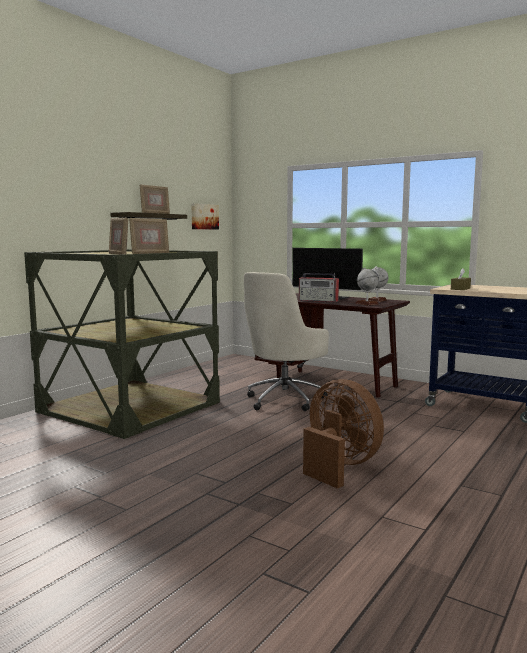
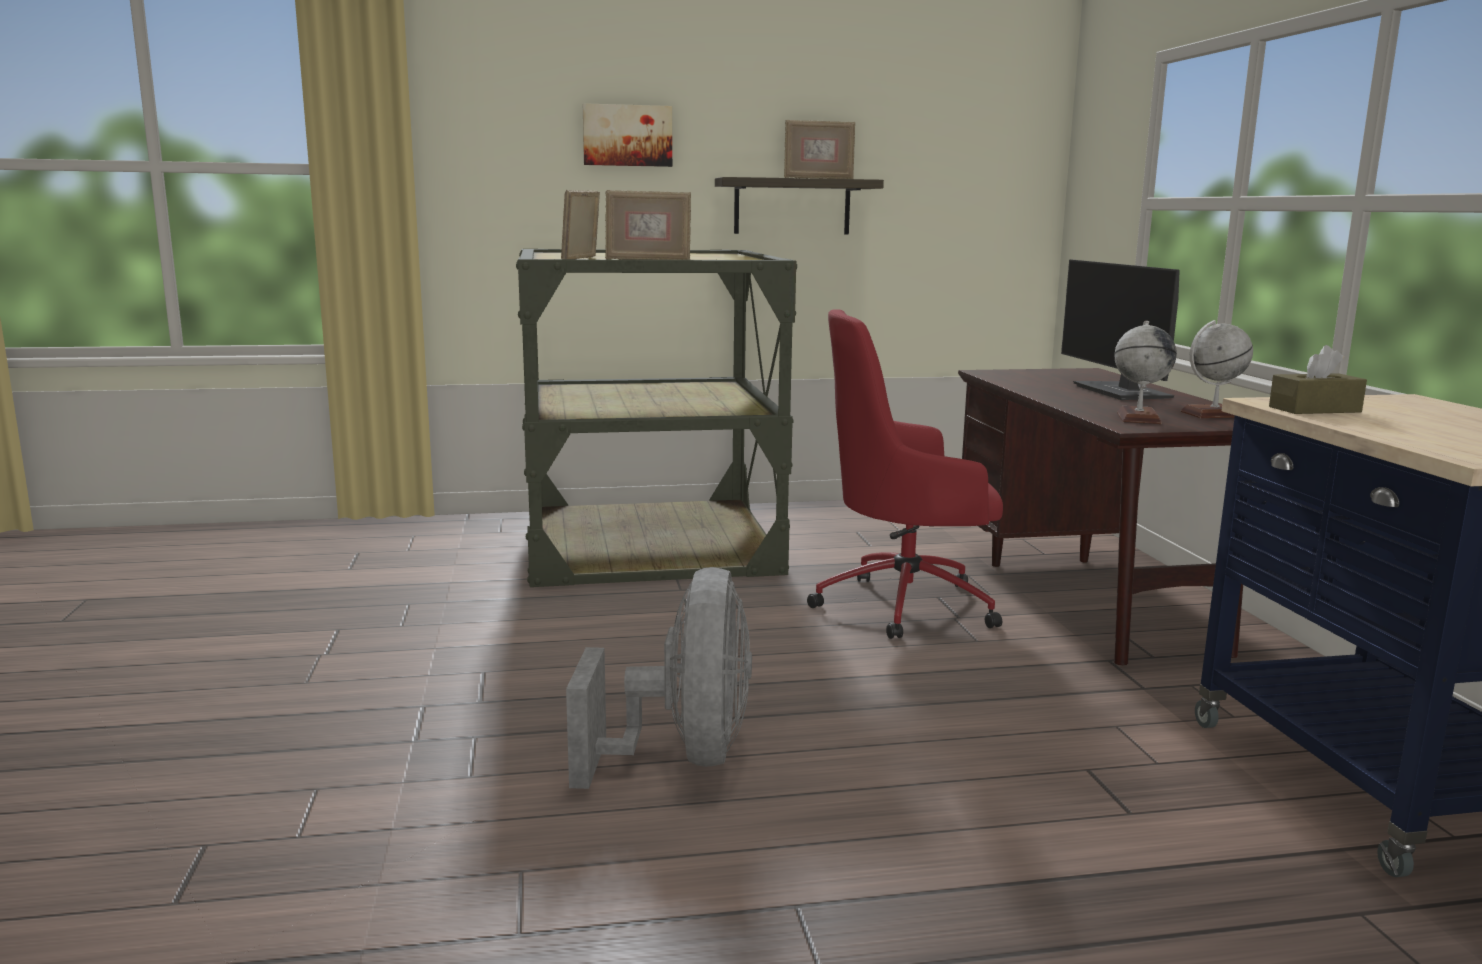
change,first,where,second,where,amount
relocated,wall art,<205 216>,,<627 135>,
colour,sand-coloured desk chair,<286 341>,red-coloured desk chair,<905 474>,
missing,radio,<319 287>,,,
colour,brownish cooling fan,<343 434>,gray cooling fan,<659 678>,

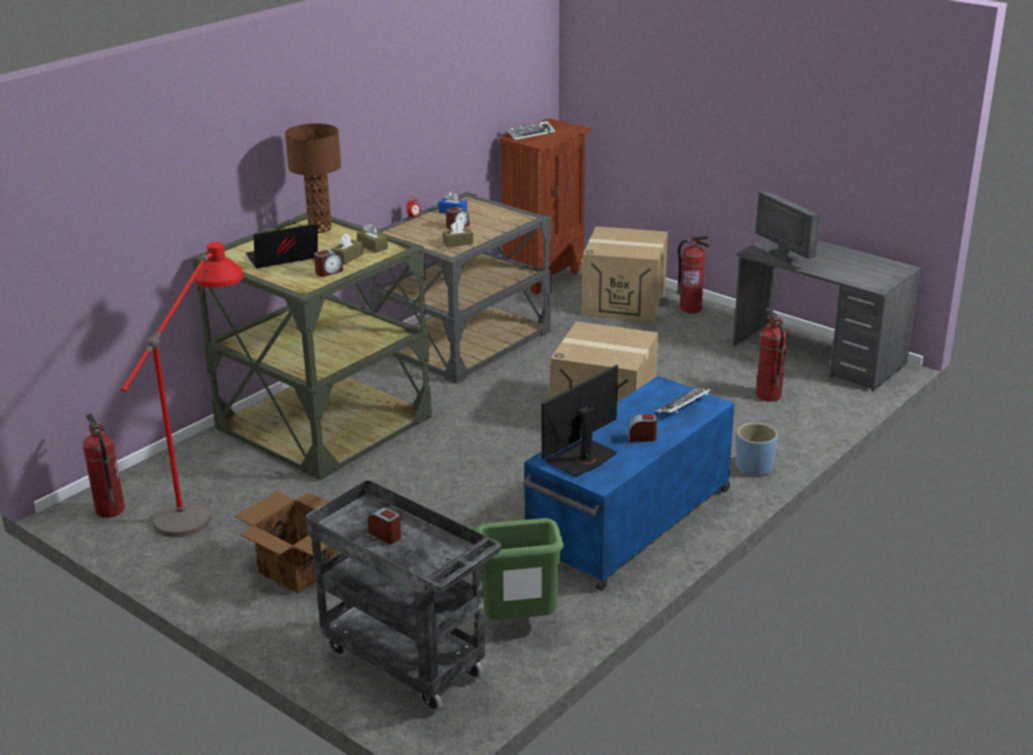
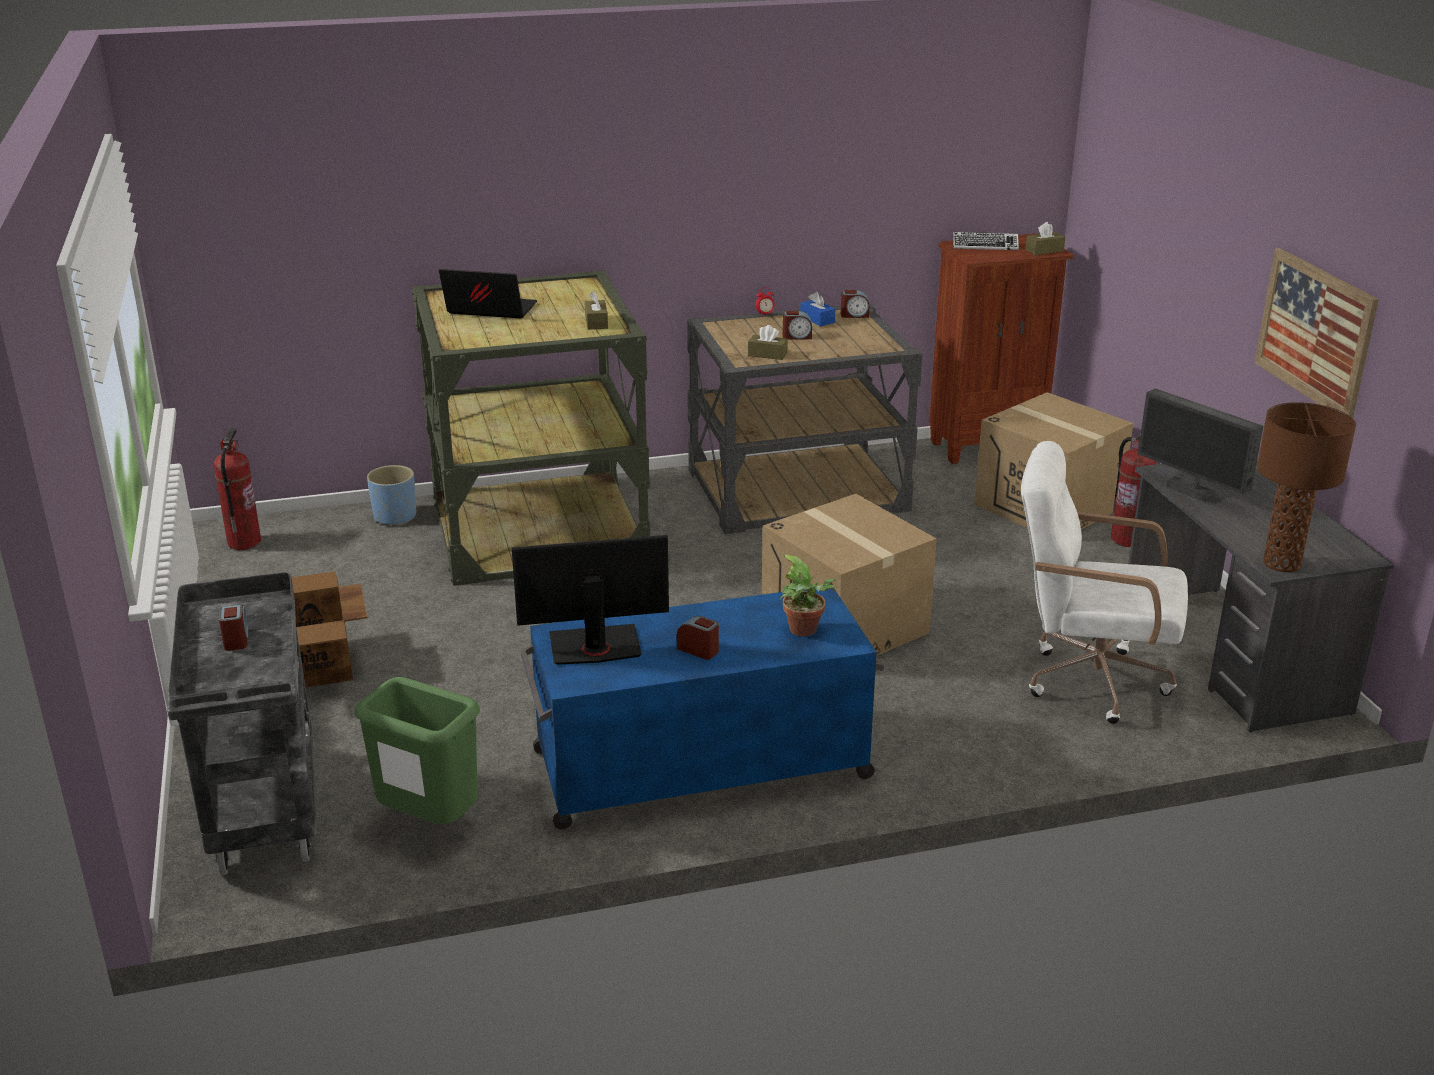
change,first,where,second,where,amount
relocated,brownish table lamp,<313 178>,,<1306 487>,
spun,monitor,<788 227>,,<1200 445>,135 degrees clockwise
relocated,brownish tissue holder,<347 249>,,<1045 238>,
missing,red-coloured floor lamp,<182 389>,,,
relocated,alarm clock,<328 263>,,<855 304>,
exchanged,extinguisher,<771 355>,white desk chair,<1104 582>,
exchanged,PC keyboard,<682 401>,plant in a pot,<808 595>,
relocated,blue-coloured plant pot,<757 449>,,<391 495>,
appeared,,,wall art,<1317 333>,

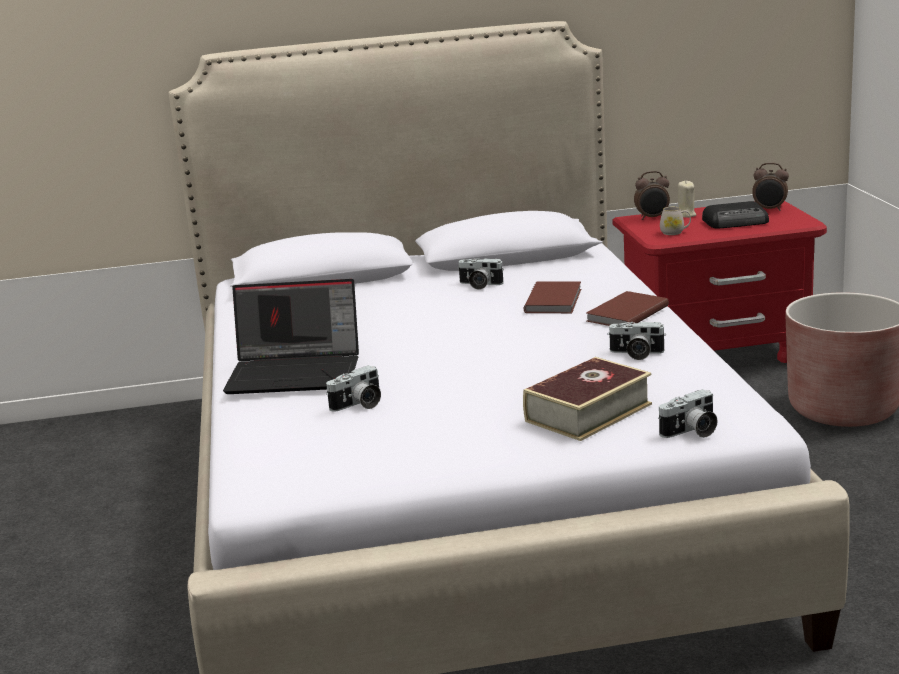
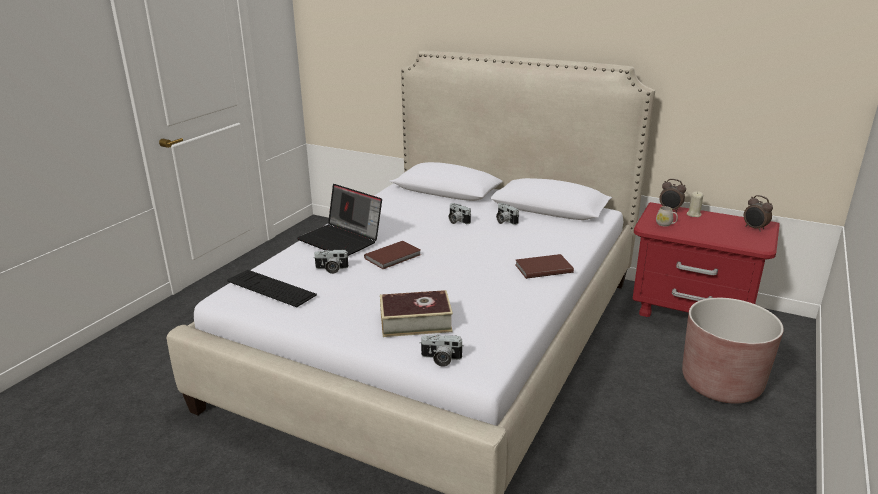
change,first,where,second,where,amount
missing,radio,<735 215>,,,
relocated,brownish volume,<552 297>,,<392 255>,
relocated,photo camera,<636 341>,,<460 213>,
appeared,,,PC keyboard,<272 288>,

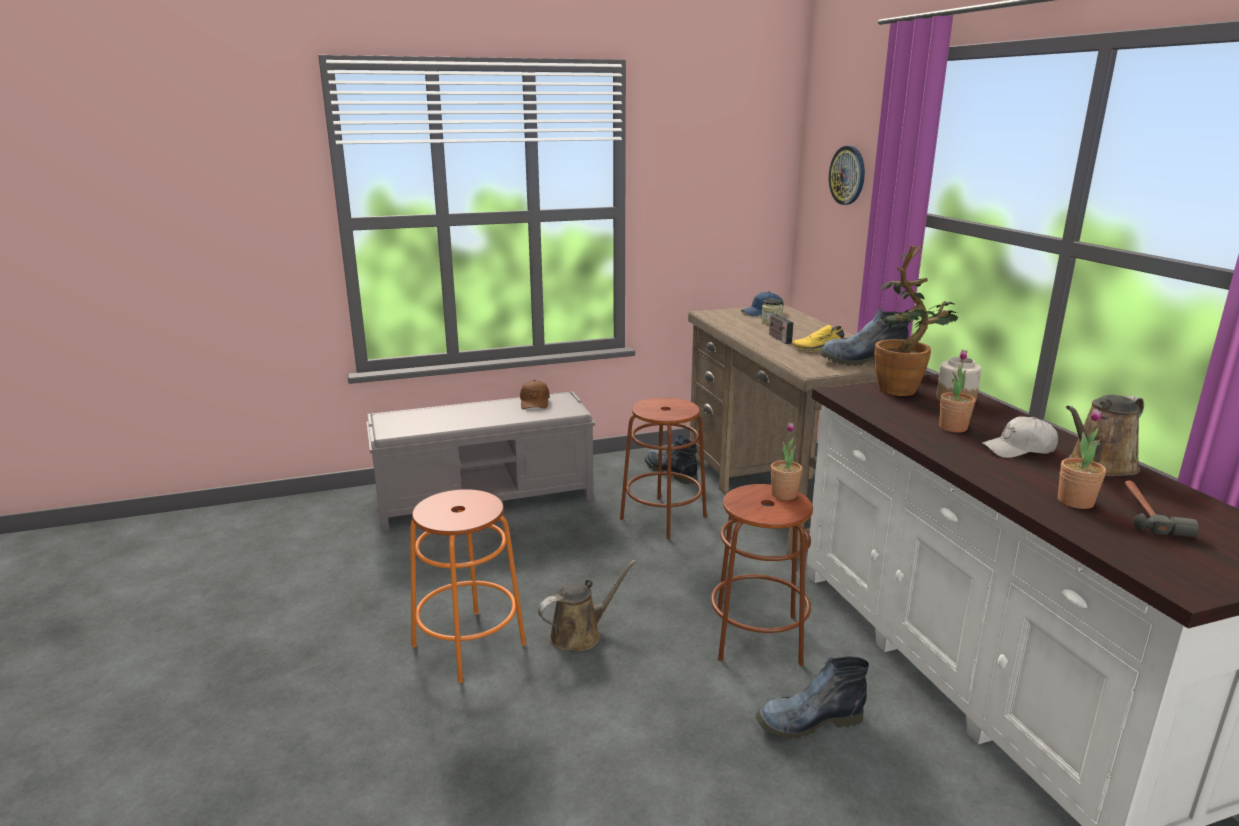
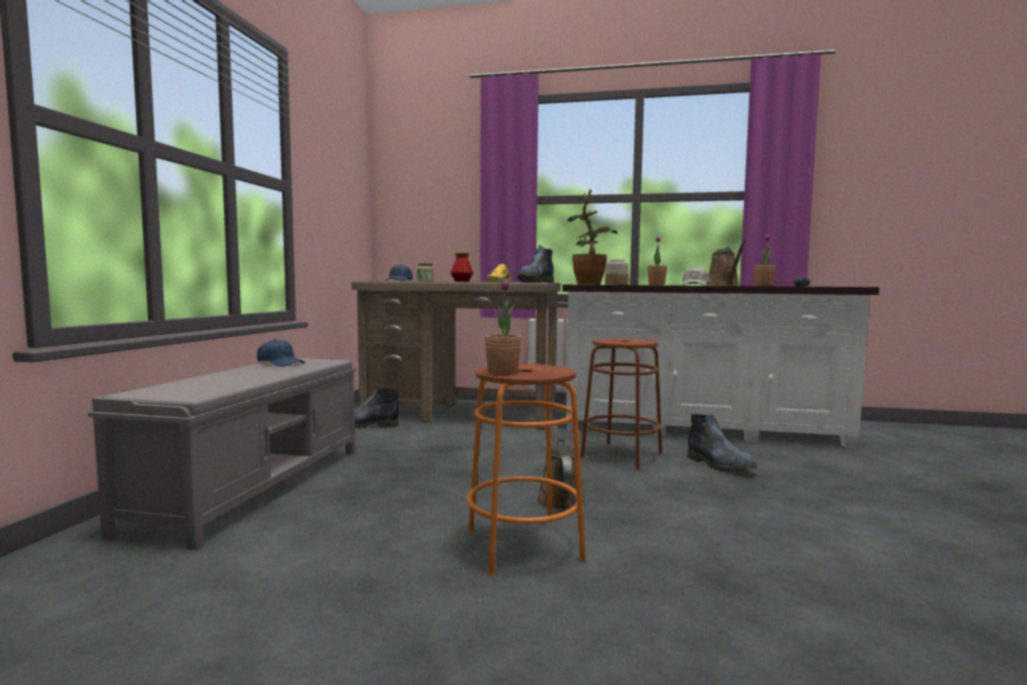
change,first,where,second,where,amount
missing,hanging clock,<847 175>,,,
exchanged,radio,<781 325>,drink bottle,<461 266>,
colour,brownish baseball cap,<534 394>,blue-coloured baseball cap,<281 353>,
missing,brownish stool seat,<663 468>,,,
relocated,plant in a pot,<786 461>,,<503 327>,
spun,tall boot,<812 697>,,<722 443>,45 degrees counterclockwise

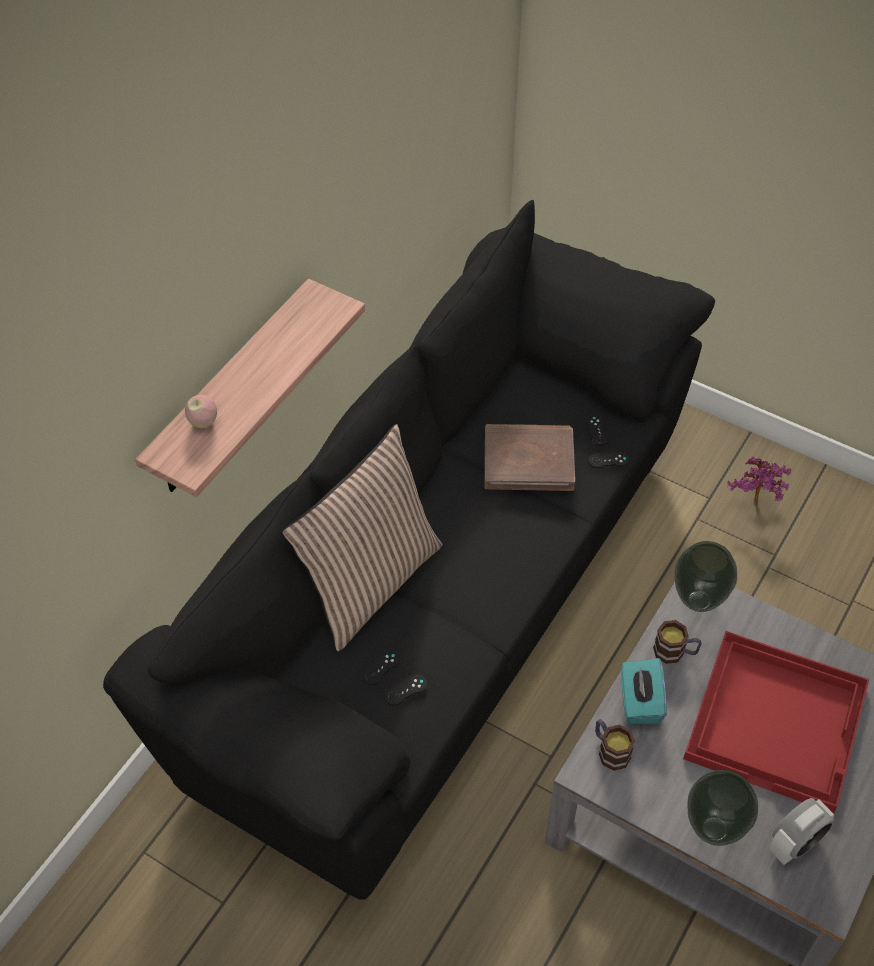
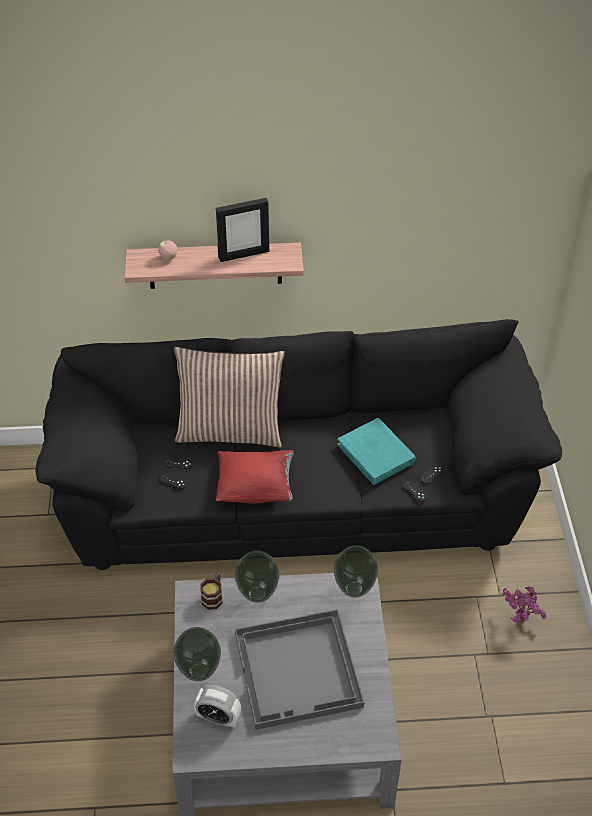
change,first,where,second,where,amount
colour,brownish volume,<530 457>,blue-green volume,<376 451>,
missing,coffee mug,<677 642>,,,
colour,red-coloured serving tray,<776 722>,gray serving tray,<300 669>,
exchanged,blue-green tissue holder,<644 691>,flower vase,<257 576>,
appeared,,,standing frame,<242 230>,
appeared,,,red-coloured cushion,<255 476>,

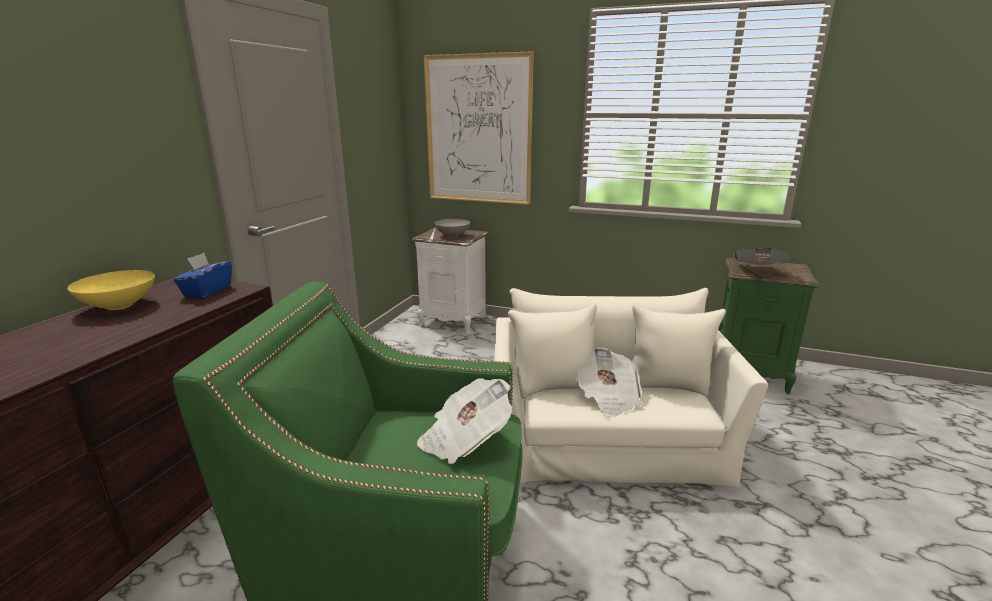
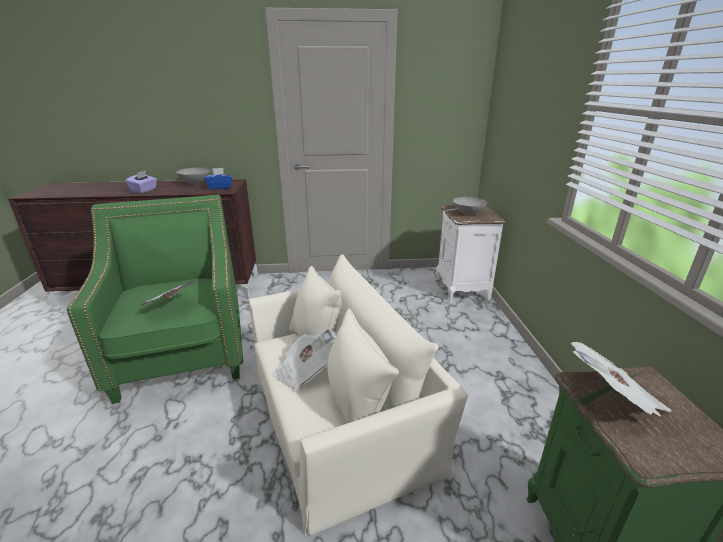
change,first,where,second,where,amount
missing,wall art,<479 128>,,,
colour,yellow-coloured bowl,<111 290>,gray bowl,<193 176>,
appeared,,,purple-coloured tissue holder,<141 181>,

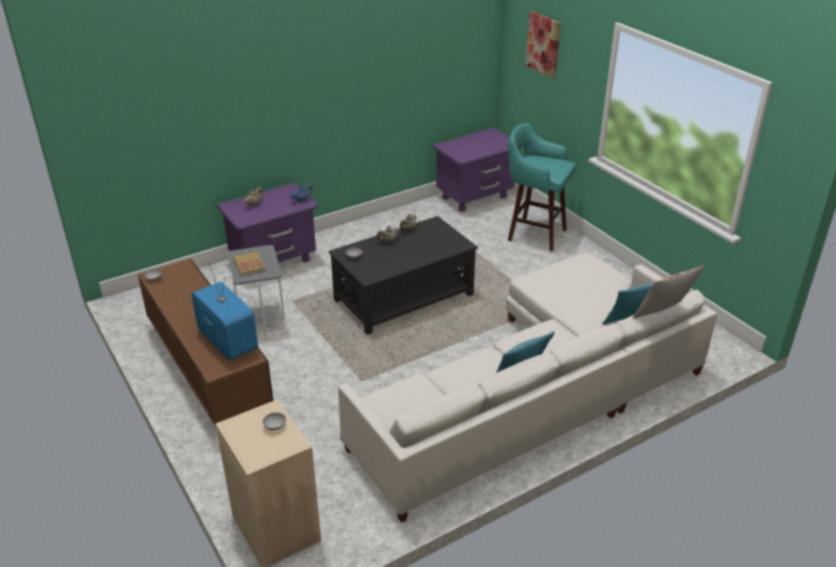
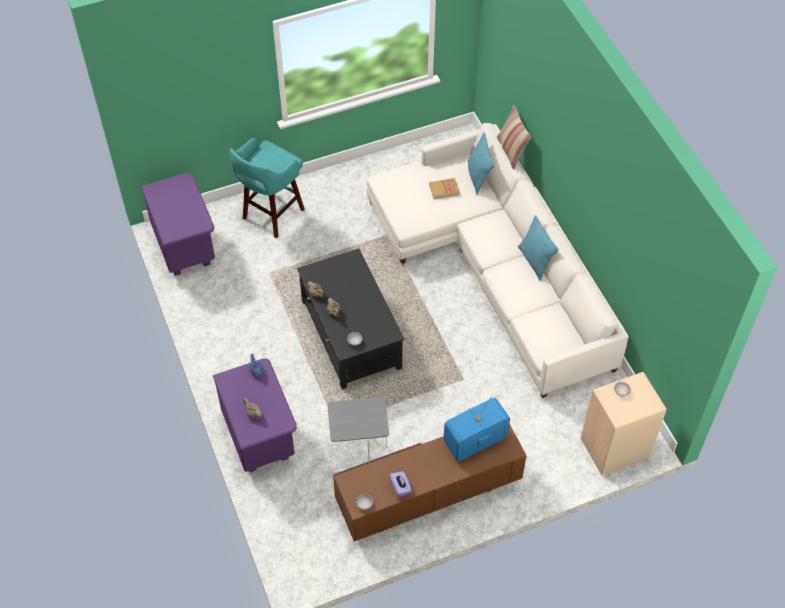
change,first,where,second,where,amount
missing,wall art,<543 45>,,,
relocated,volume,<249 264>,,<444 188>,
appeared,,,purple-coloured tissue holder,<401 484>,

